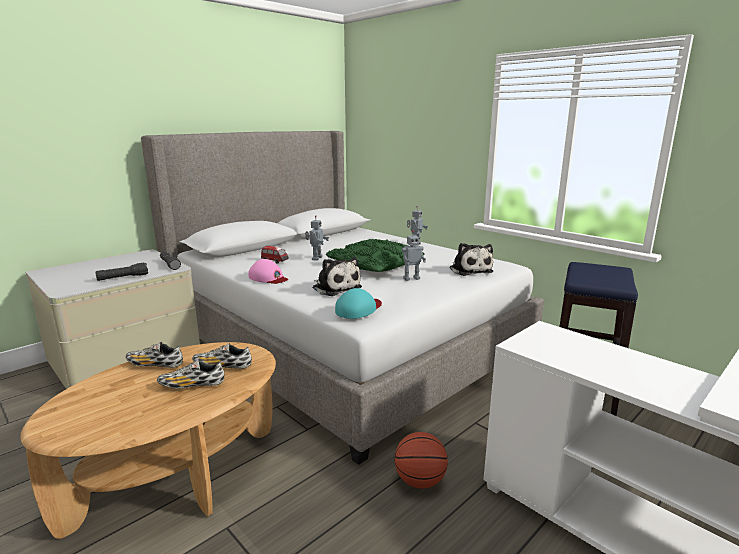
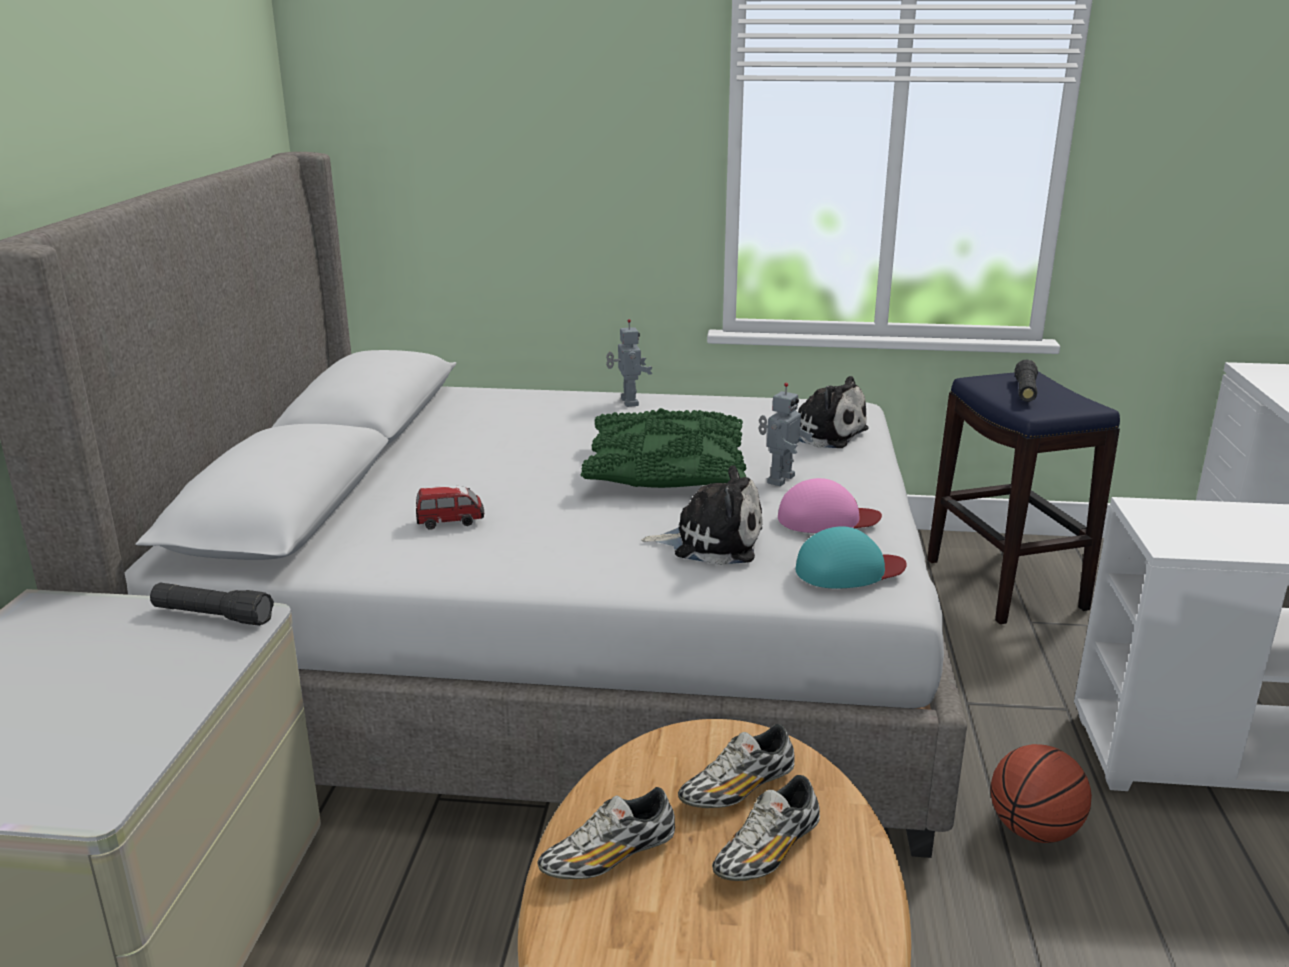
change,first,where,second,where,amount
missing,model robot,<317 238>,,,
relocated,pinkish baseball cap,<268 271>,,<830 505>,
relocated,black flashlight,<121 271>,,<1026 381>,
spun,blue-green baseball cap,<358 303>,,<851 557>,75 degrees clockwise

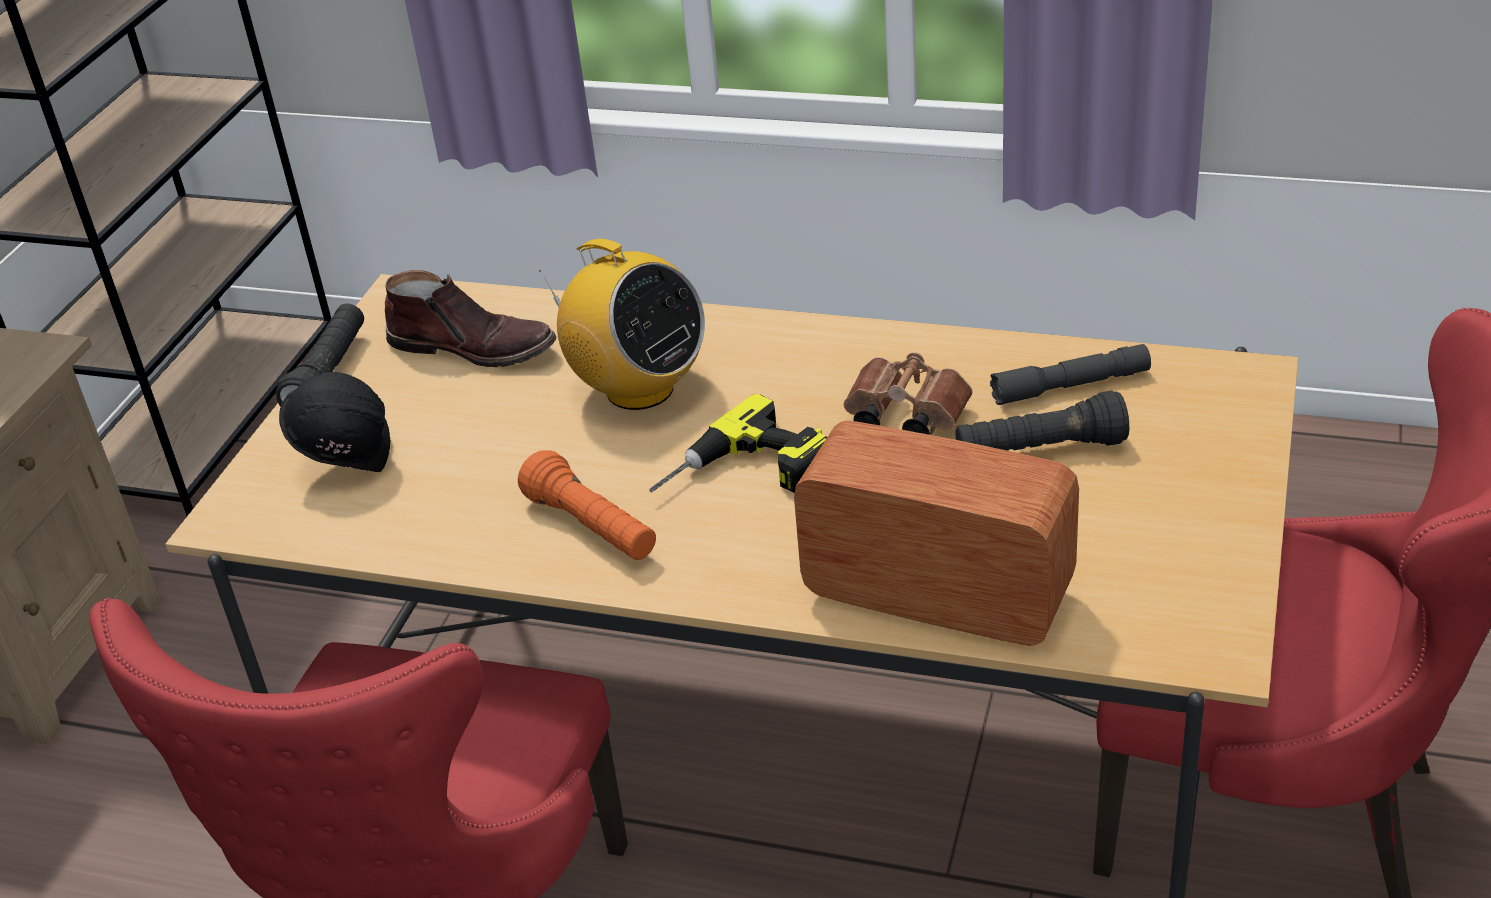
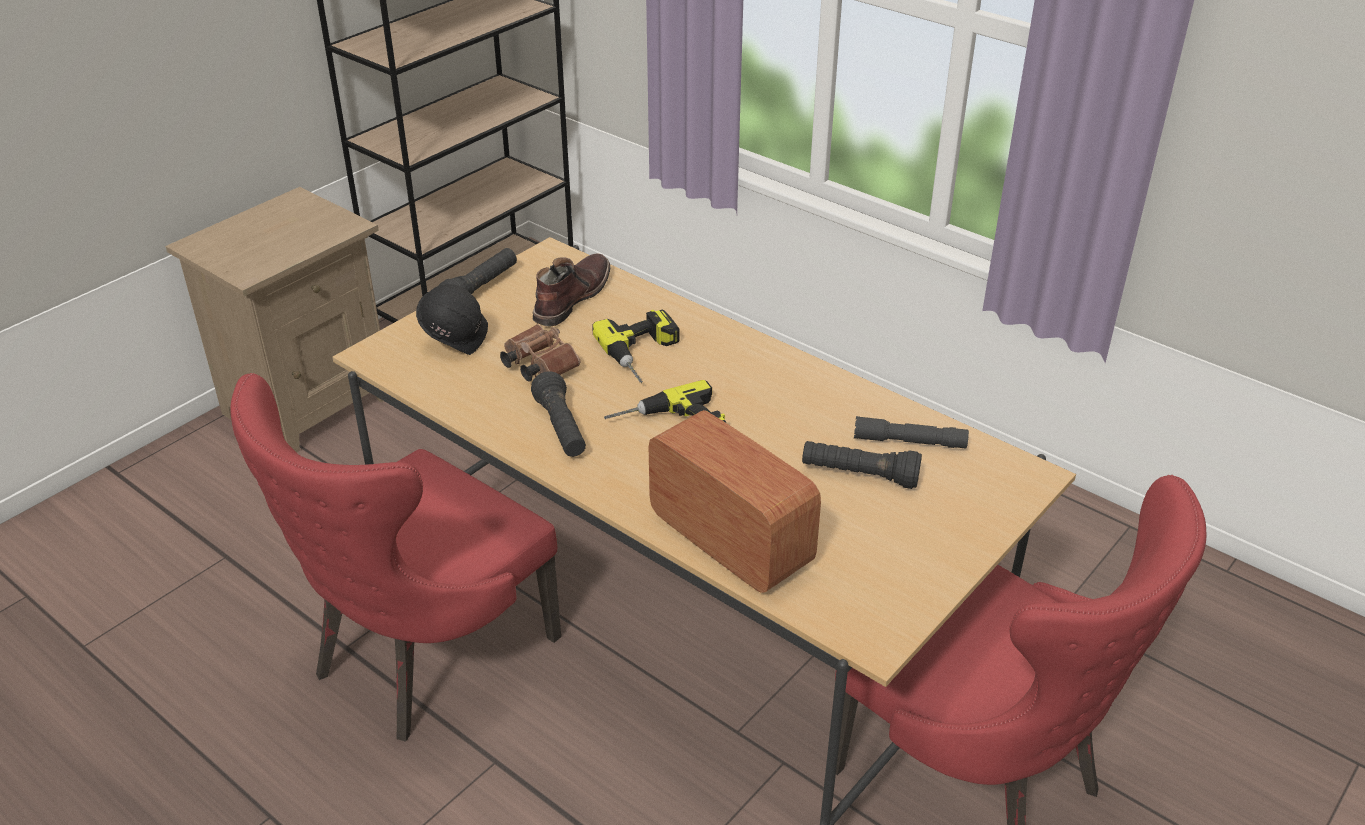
change,first,where,second,where,amount
exchanged,radio,<621 324>,drill,<636 346>,
spun,brownish tall boot,<470 318>,,<571 289>,105 degrees counterclockwise
relocated,brownish pair of binoculars,<908 393>,,<540 353>,
colour,orange flashlight,<587 505>,black flashlight,<558 414>,

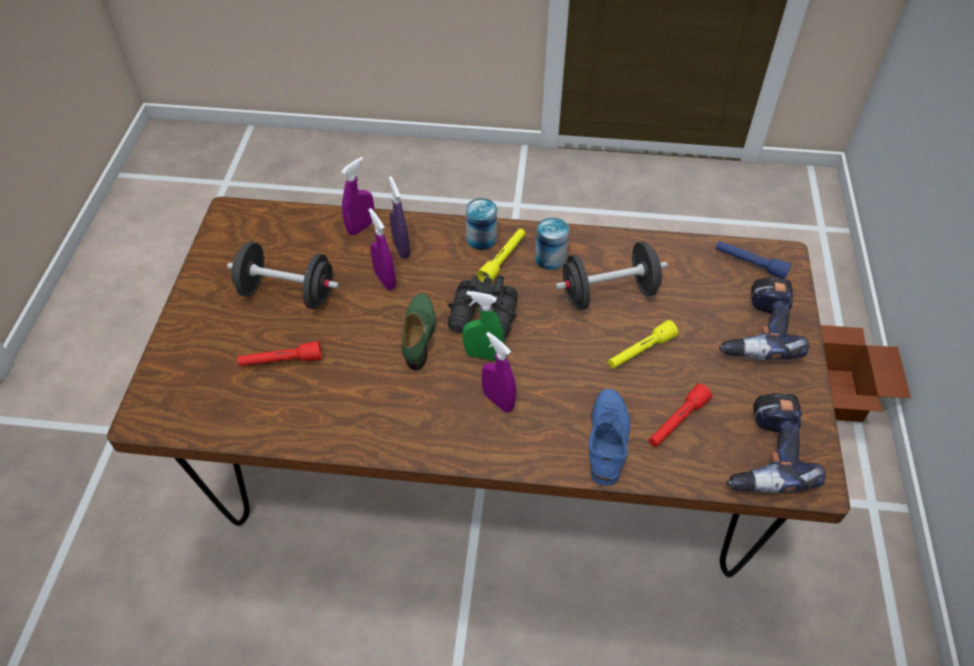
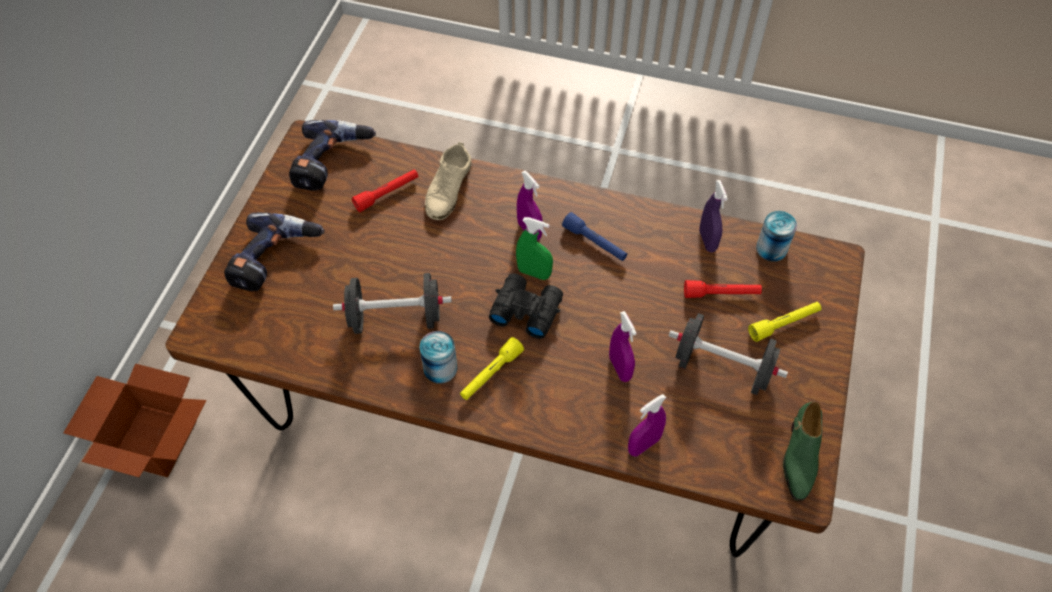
change,first,where,second,where,amount
relocated,purple-coloured hand sprayer,<399 217>,,<713 216>,
relocated,can,<481 224>,,<776 236>,
relocated,blue-coloured flashlight,<753 260>,,<594 236>,
relocated,green shoe,<419 331>,,<802 451>,
relocated,yellow-coloured flashlight,<643 344>,,<784 322>,
colour,blue-coloured shoe,<609 437>,sand-coloured shoe,<448 181>,

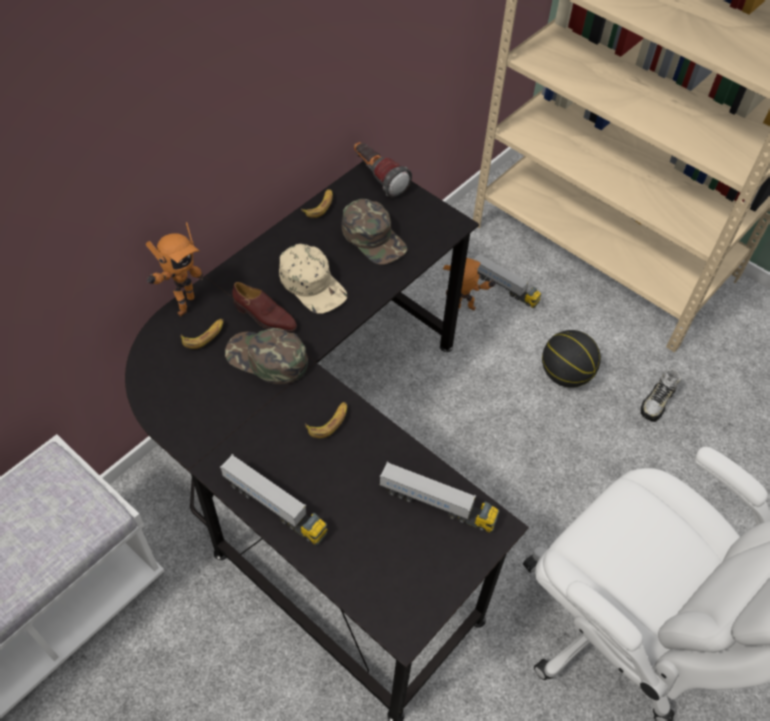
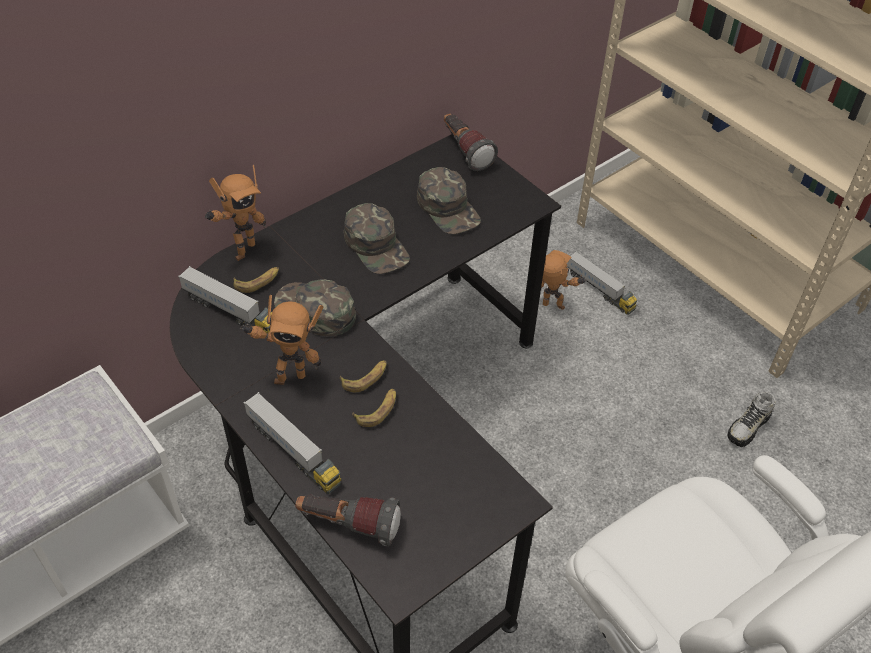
change,first,where,second,where,amount
relocated,banana fruit,<317 203>,,<374 408>,
colour,sand-coloured baseball cap,<313 279>,green baseball cap,<377 238>,
missing,brownish shoe,<264 307>,,,
missing,ball for basketball,<571 359>,,,
relocated,model truck,<439 497>,,<225 299>,
appeared,,,model robot,<282 340>,
appeared,,,flashlight,<348 520>,

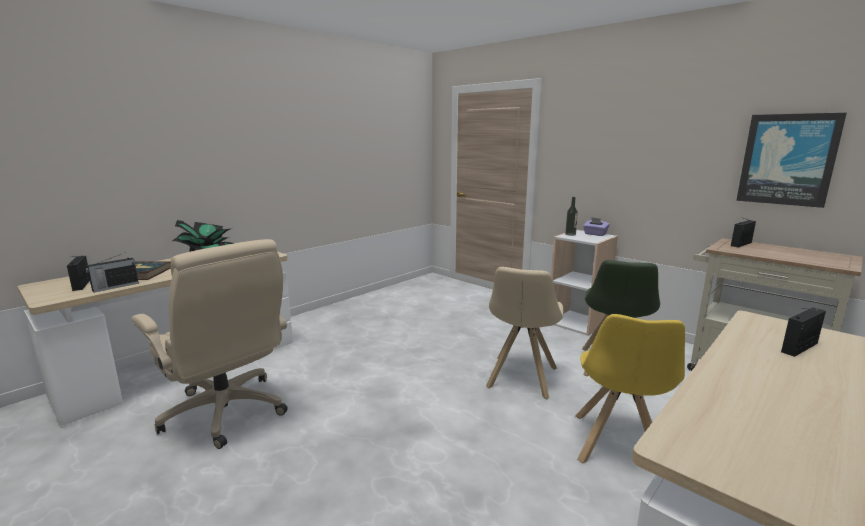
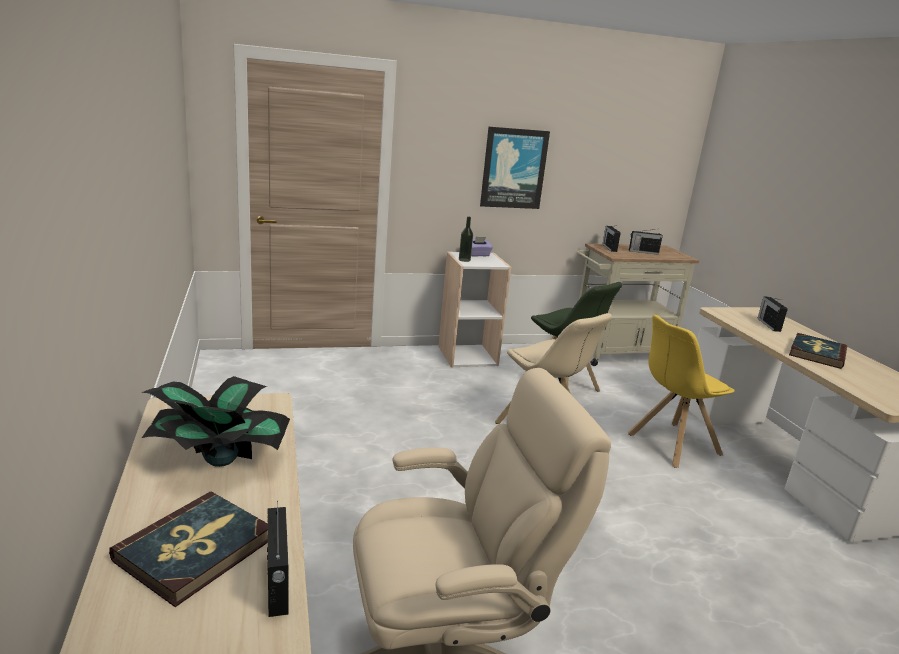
change,first,where,second,where,amount
relocated,wall art,<791 160>,,<515 168>,
relocated,radio,<78 273>,,<646 242>,
spun,yellow-coloured plain chair,<630 389>,,<681 391>,105 degrees clockwise
appeared,,,volume,<818 351>,

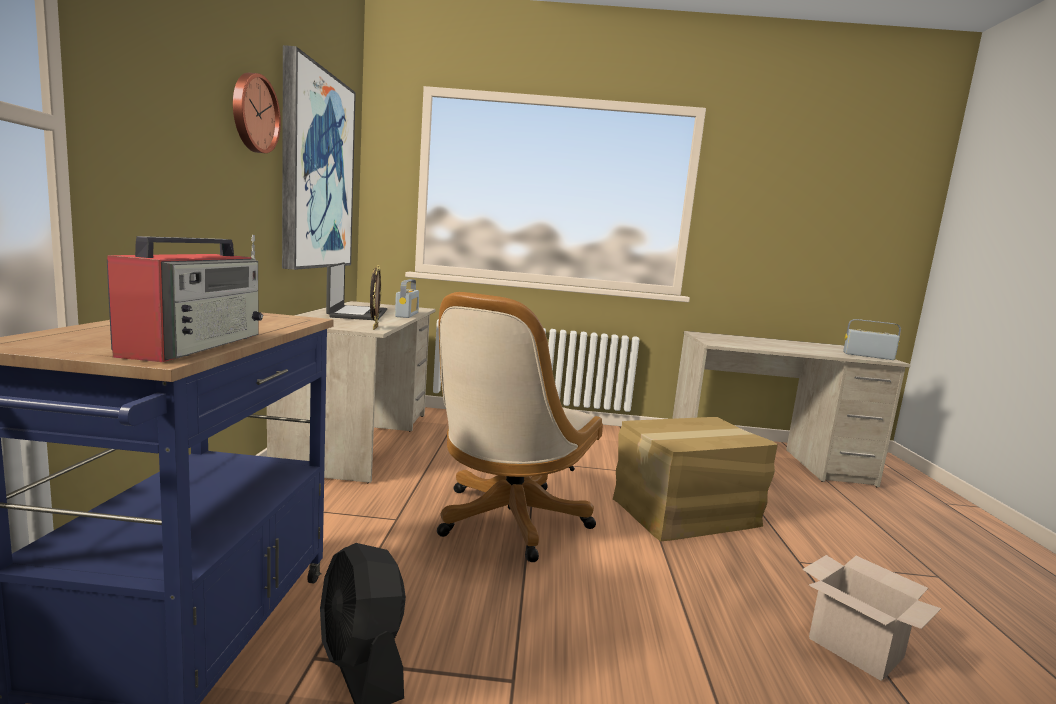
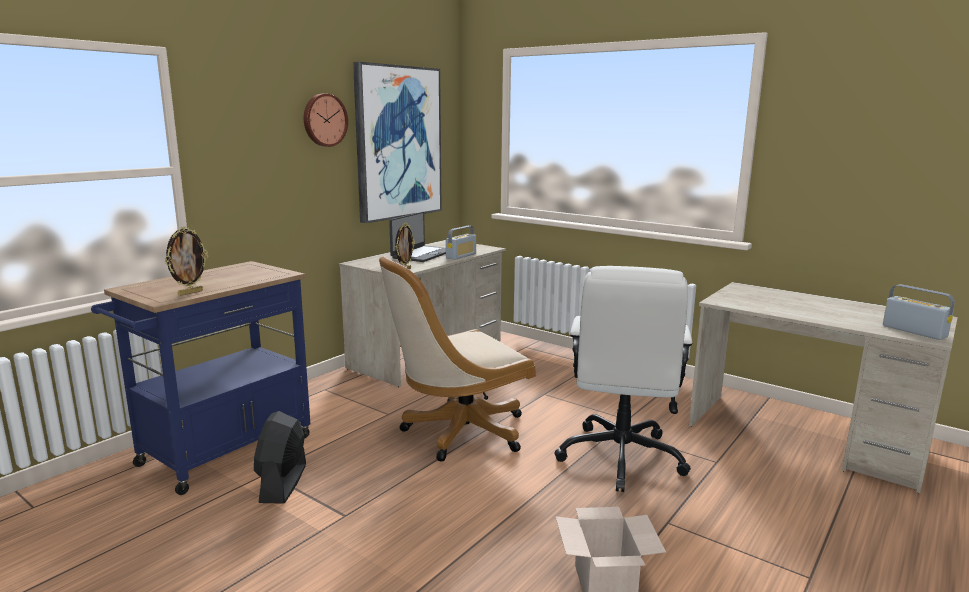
change,first,where,second,where,amount
exchanged,radio,<185 298>,standing frame,<186 261>,
exchanged,packing box,<695 479>,white desk chair,<623 379>,

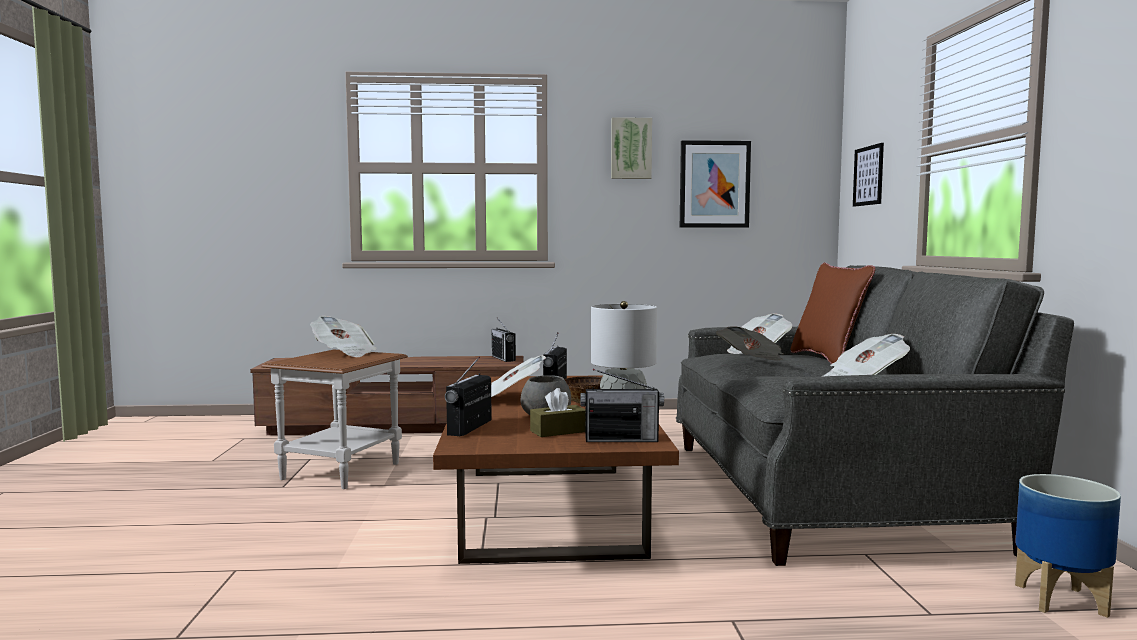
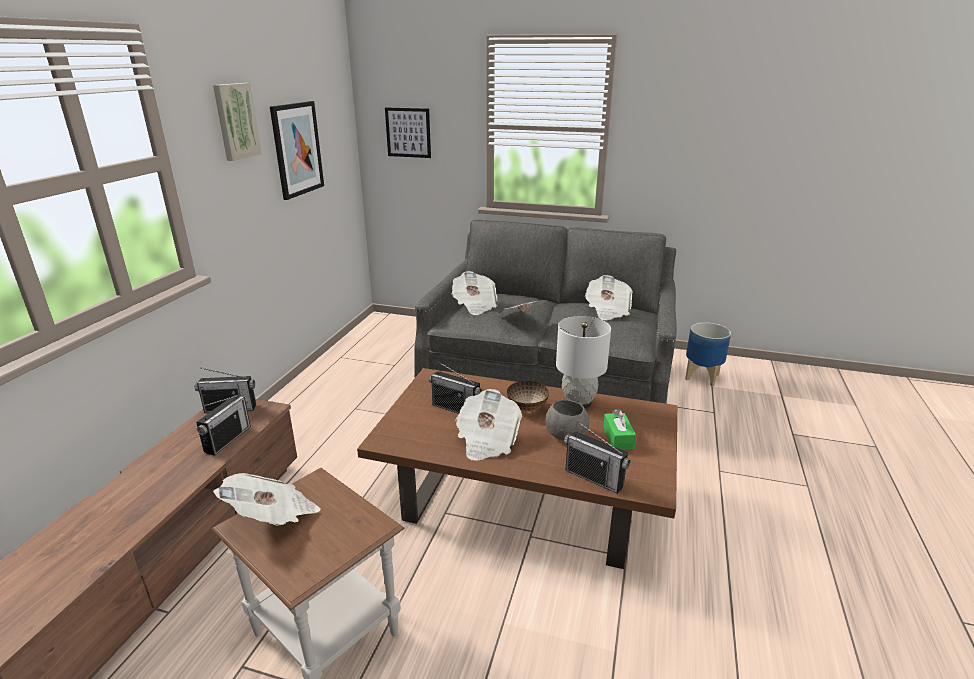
change,first,where,second,where,amount
missing,brownish cushion,<833 313>,,,
relocated,radio,<622 405>,,<223 425>,
colour,brownish tissue holder,<558 412>,green tissue holder,<619 429>,

